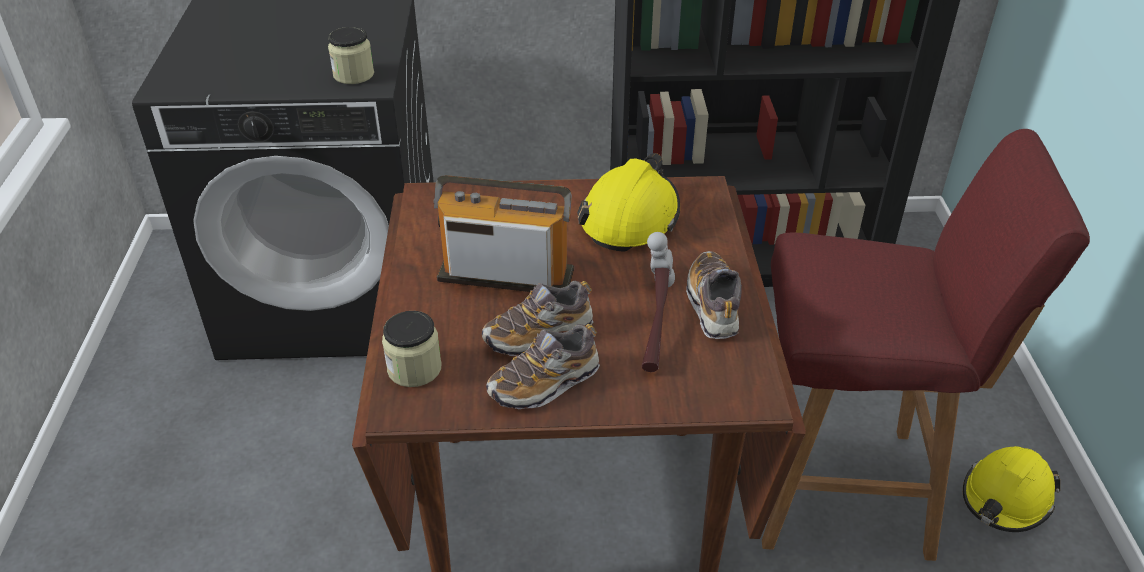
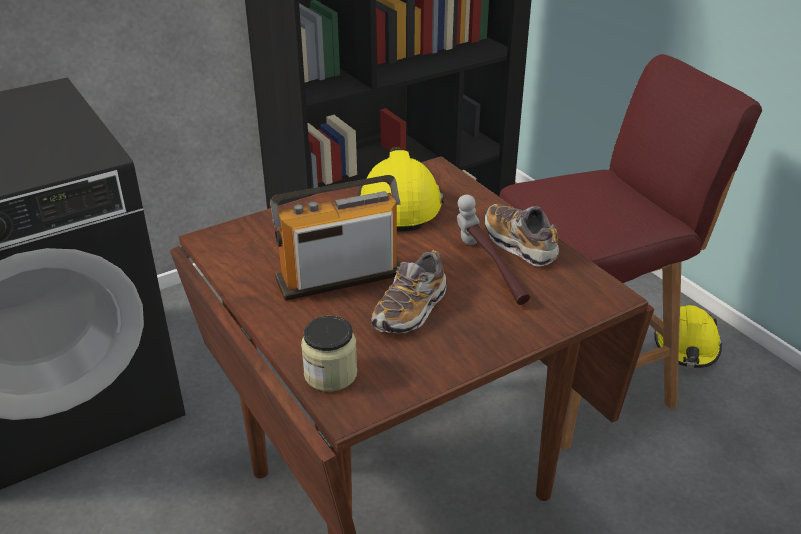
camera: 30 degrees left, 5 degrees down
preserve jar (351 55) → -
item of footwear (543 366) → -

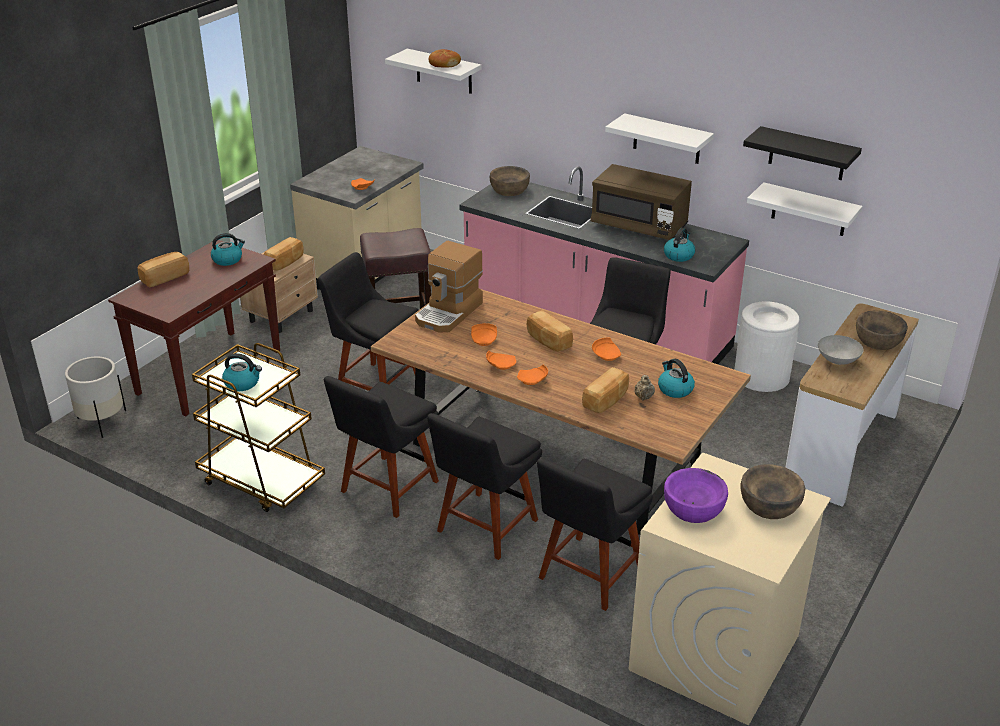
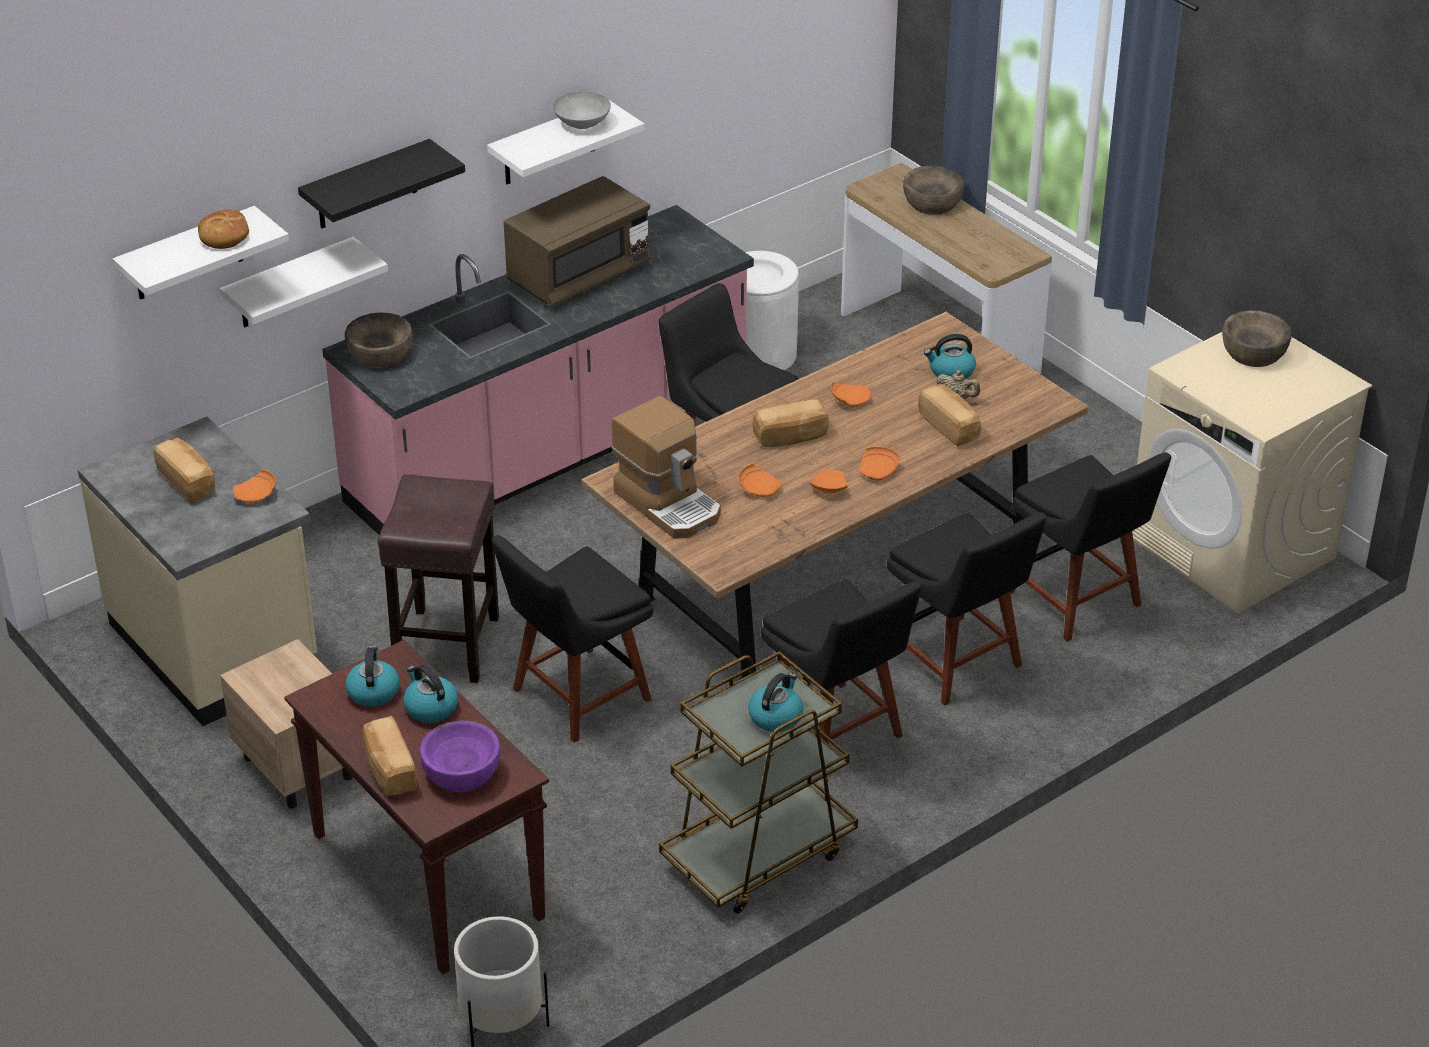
camera: 70 degrees left, 5 degrees up
black bracket shelf (802 153) → black bracket shelf (381 183), move
whitish bracket shelf (805 209) → whitish bracket shelf (304 282), move
water kettle (679 245) → water kettle (430 693), move
bakery bread (283 254) → bakery bread (184 470), move
gray deep dish (841 350) → gray deep dish (582 110), move
purple-coloured deep dish (696 495) → purple-coloured deep dish (460 756), move

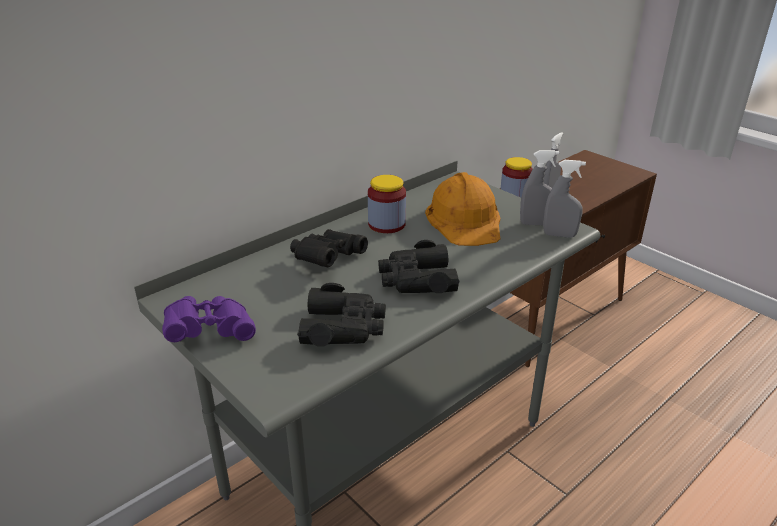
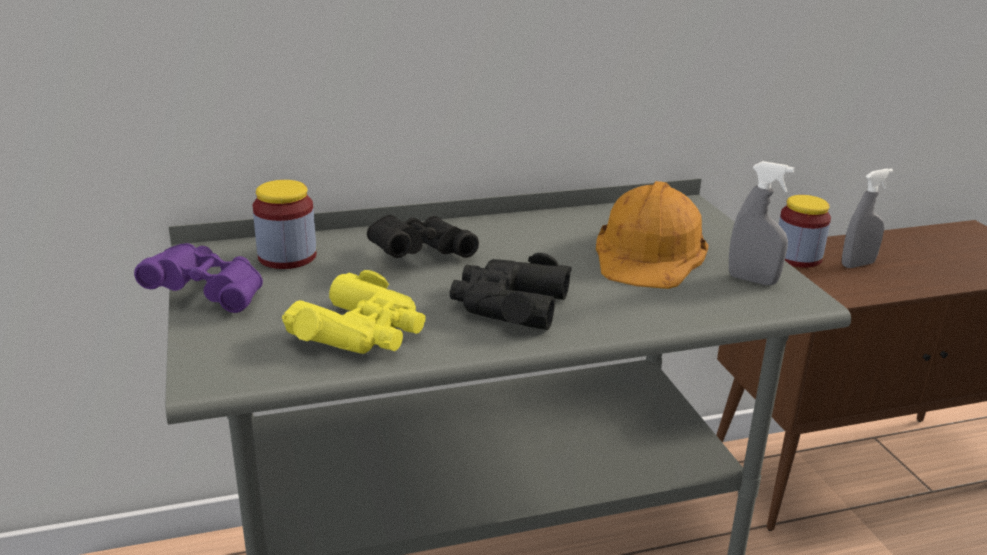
camera: 25 degrees right, 5 degrees down
gray sprayer (564 199) → -
preserve jar (387 204) → preserve jar (284 224), move
black pair of binoculars (341 315) → yellow-coloured pair of binoculars (354 312)

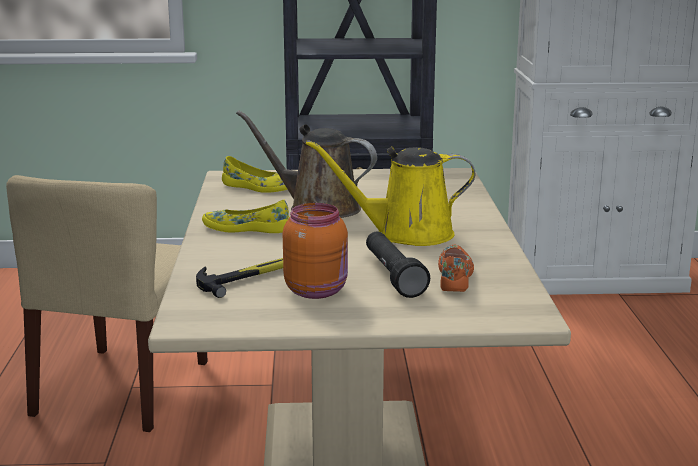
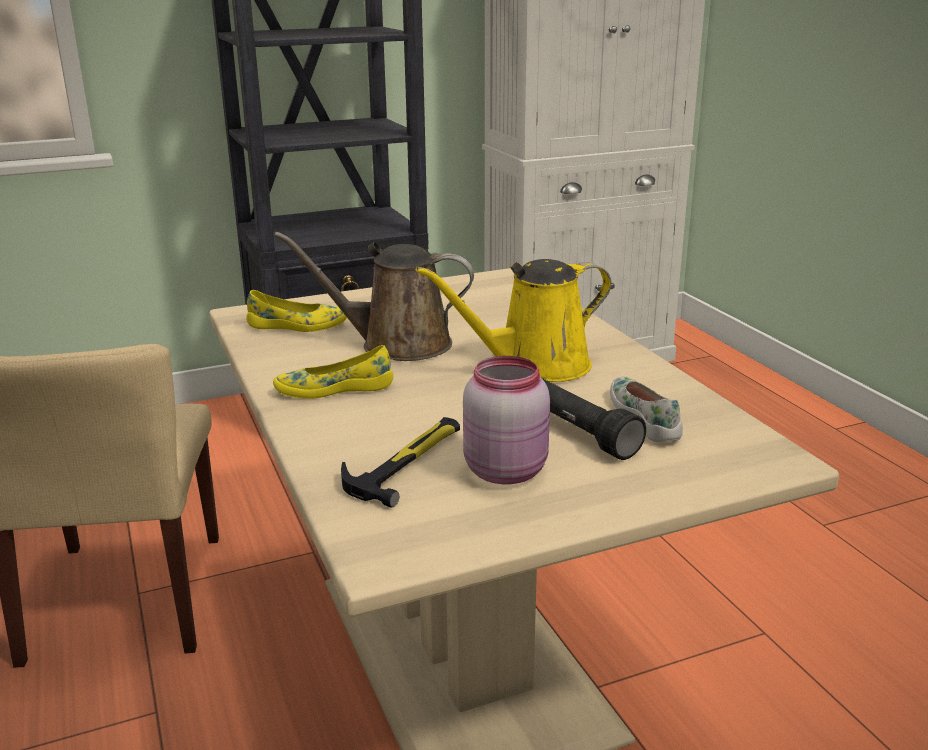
camera: 20 degrees left, 5 degrees up
orange-coloured preserve jar (315 251) → pink-coloured preserve jar (506 420)
orange-coloured item of footwear (456 268) → whitish item of footwear (646 409)

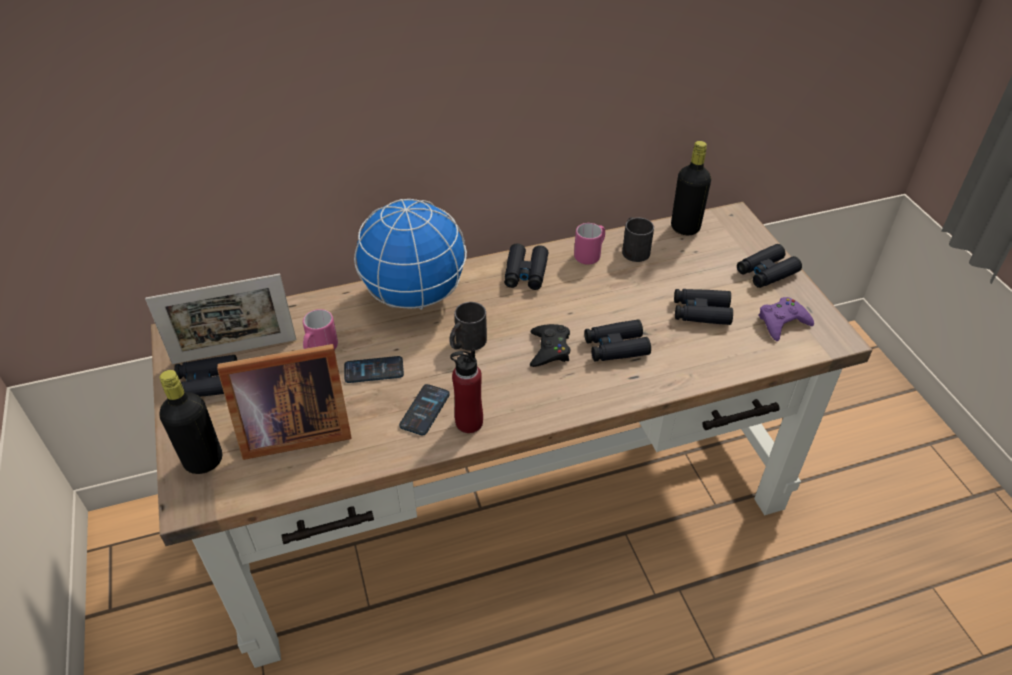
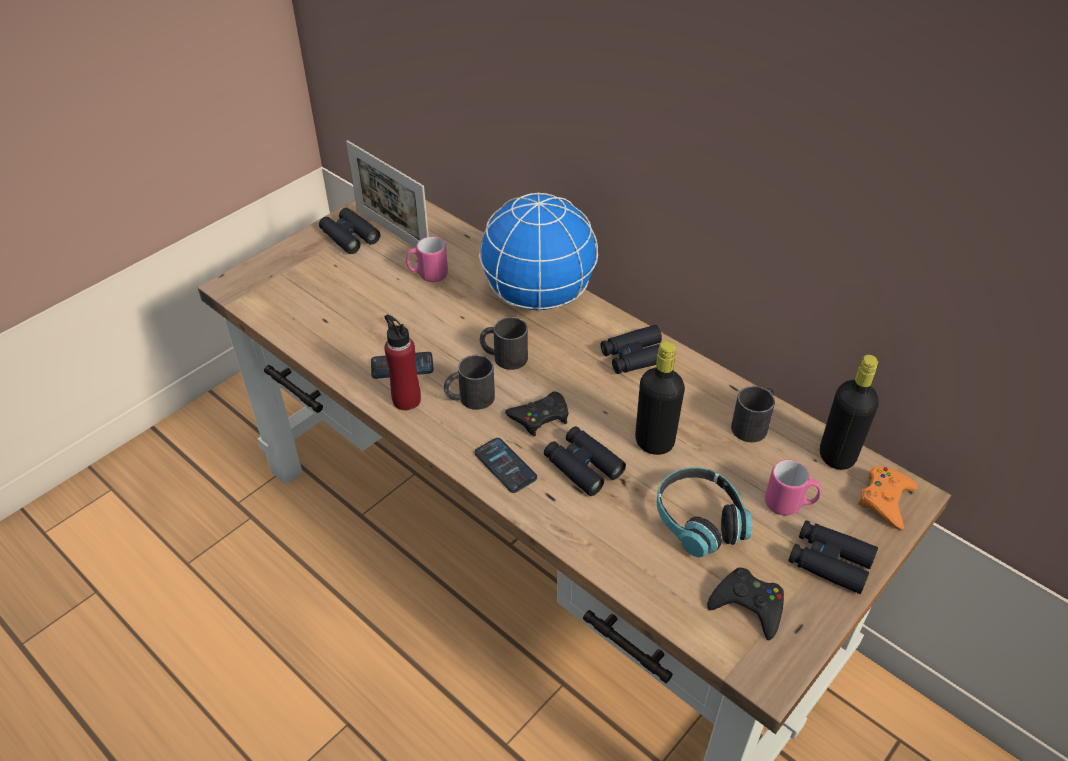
camera: 60 degrees right, 0 degrees up
pink-coloured coffee mug (589 244) → pink-coloured coffee mug (793 487), move
black pair of binoculars (703 307) → headset (704 512)
purple-coloured game controller (786 319) → black game controller (745 603)
photo frame (284 402) → -
telephone (374 369) → telephone (505 465), move
black bottle (190 422) → black bottle (660 398), move
- → black coffee mug (469 382)
- → orange-coloured game controller (888 498)

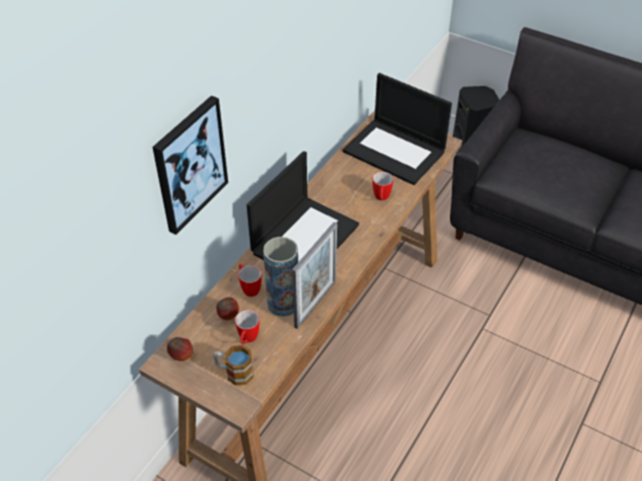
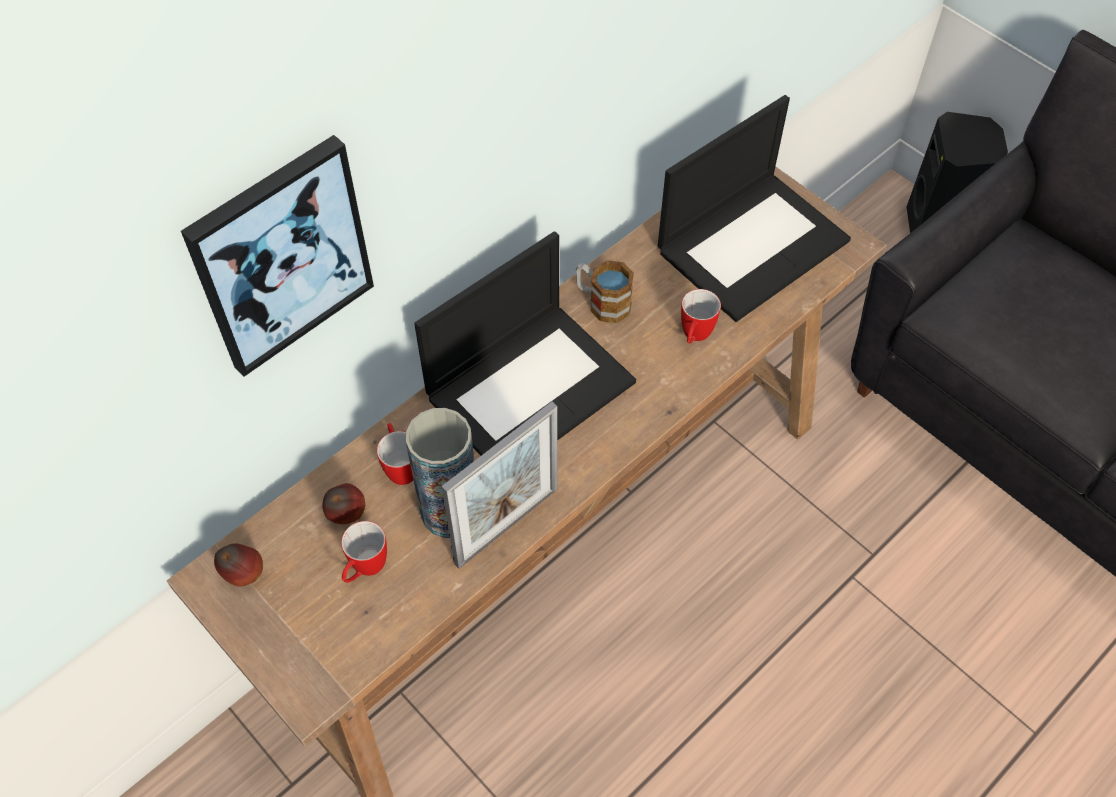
camera: 15 degrees right, 10 degrees up
portable computer (397 129) → portable computer (754 208), 90 degrees counterclockwise
coffee mug (233 365) → coffee mug (605 291), move

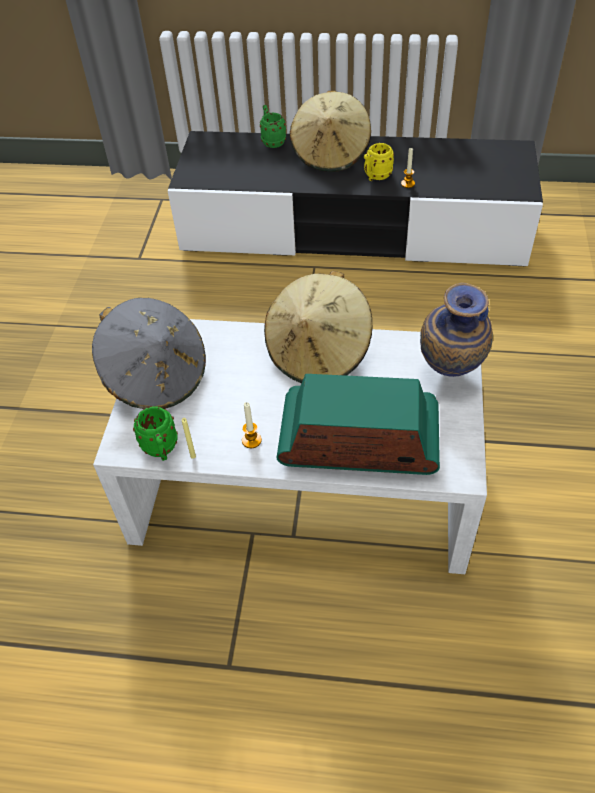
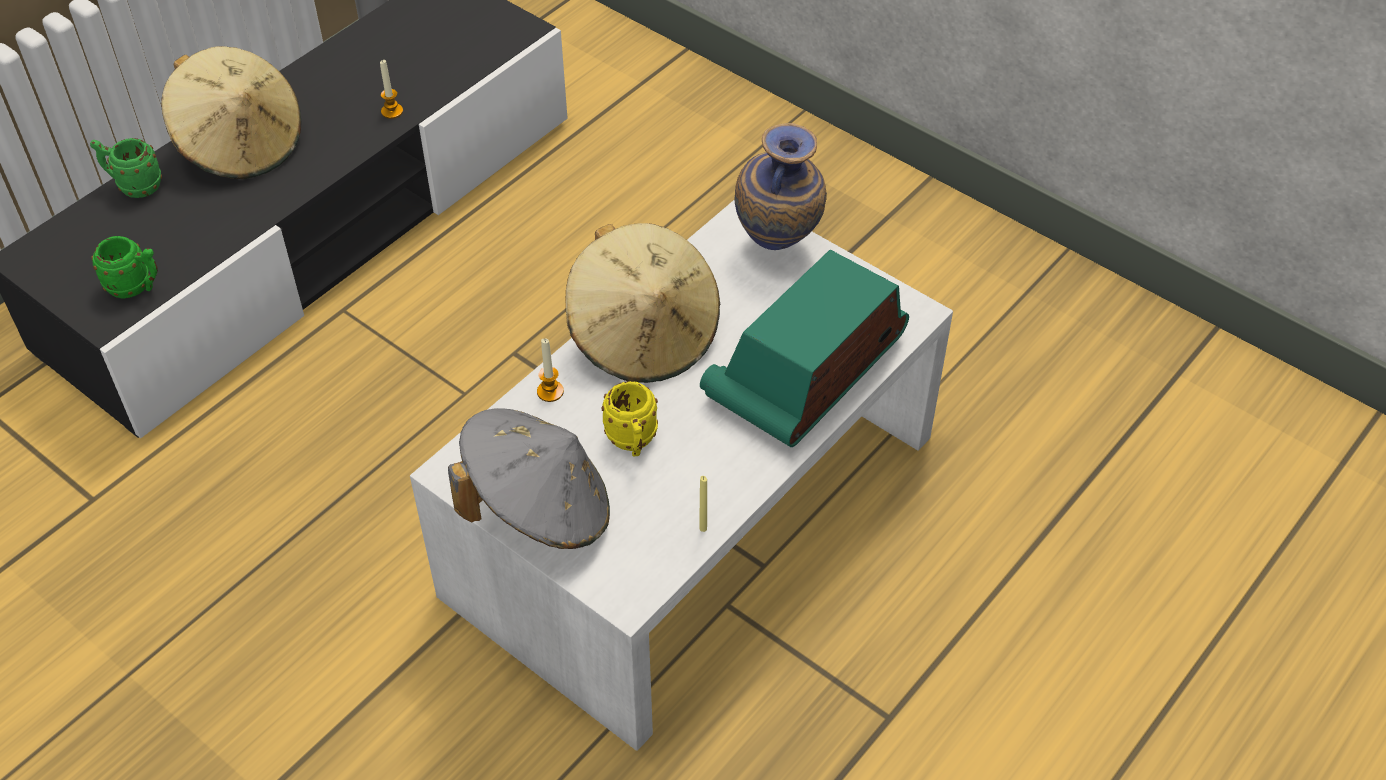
camera: 60 degrees left, 0 degrees up
yellow-coloured coffee mug (379 162) → yellow-coloured coffee mug (630 419), move
candle (252 425) → candle (550 370), move
green-coloured coffee mug (155 433) → green-coloured coffee mug (124 267), move

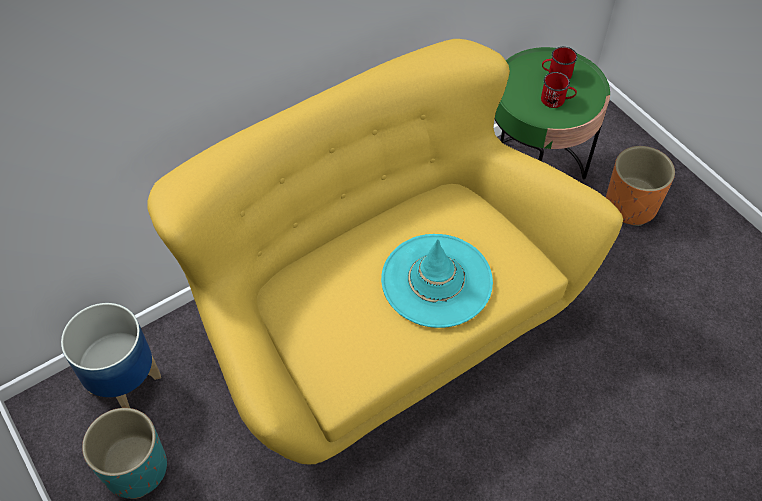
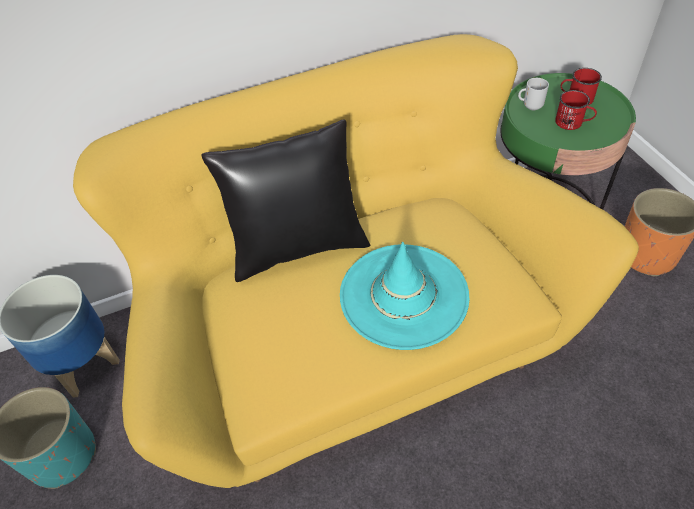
camera: 15 degrees right, 5 degrees down
- → coffee mug (533 94)
- → black cushion (285 201)

